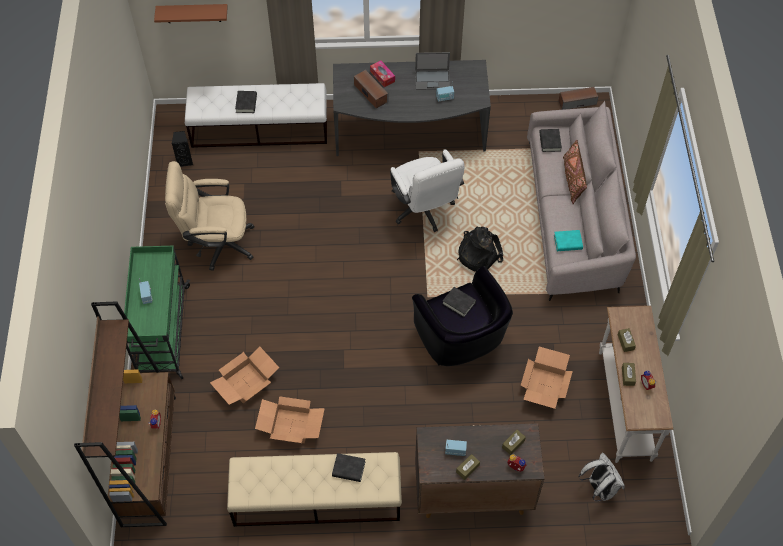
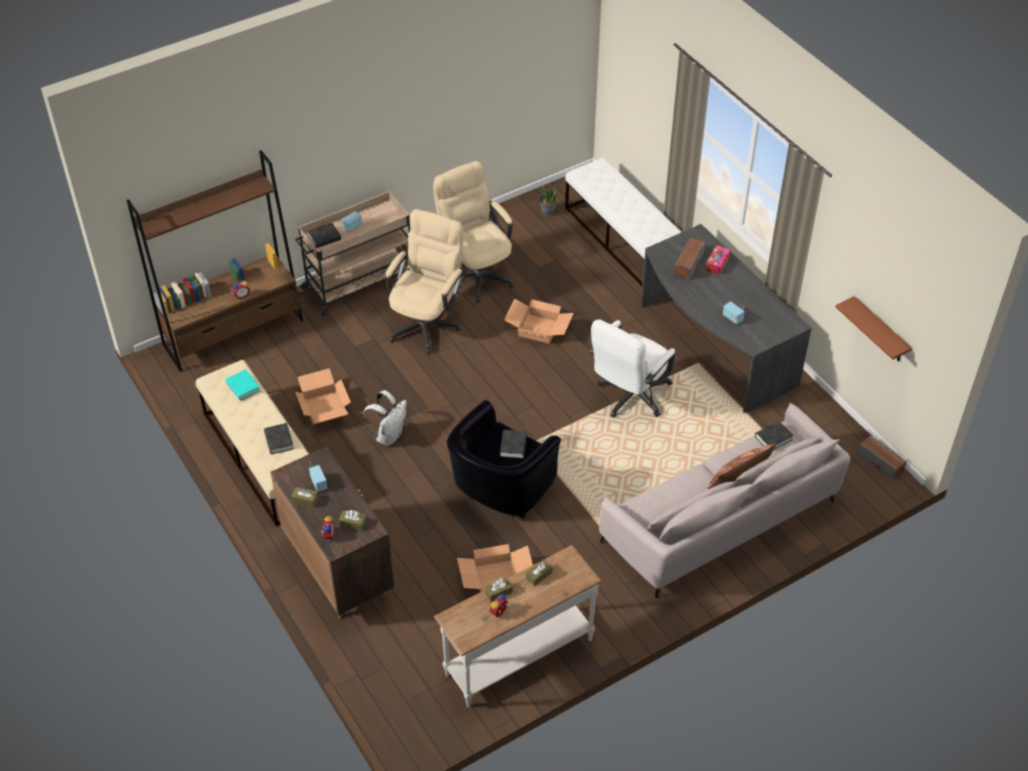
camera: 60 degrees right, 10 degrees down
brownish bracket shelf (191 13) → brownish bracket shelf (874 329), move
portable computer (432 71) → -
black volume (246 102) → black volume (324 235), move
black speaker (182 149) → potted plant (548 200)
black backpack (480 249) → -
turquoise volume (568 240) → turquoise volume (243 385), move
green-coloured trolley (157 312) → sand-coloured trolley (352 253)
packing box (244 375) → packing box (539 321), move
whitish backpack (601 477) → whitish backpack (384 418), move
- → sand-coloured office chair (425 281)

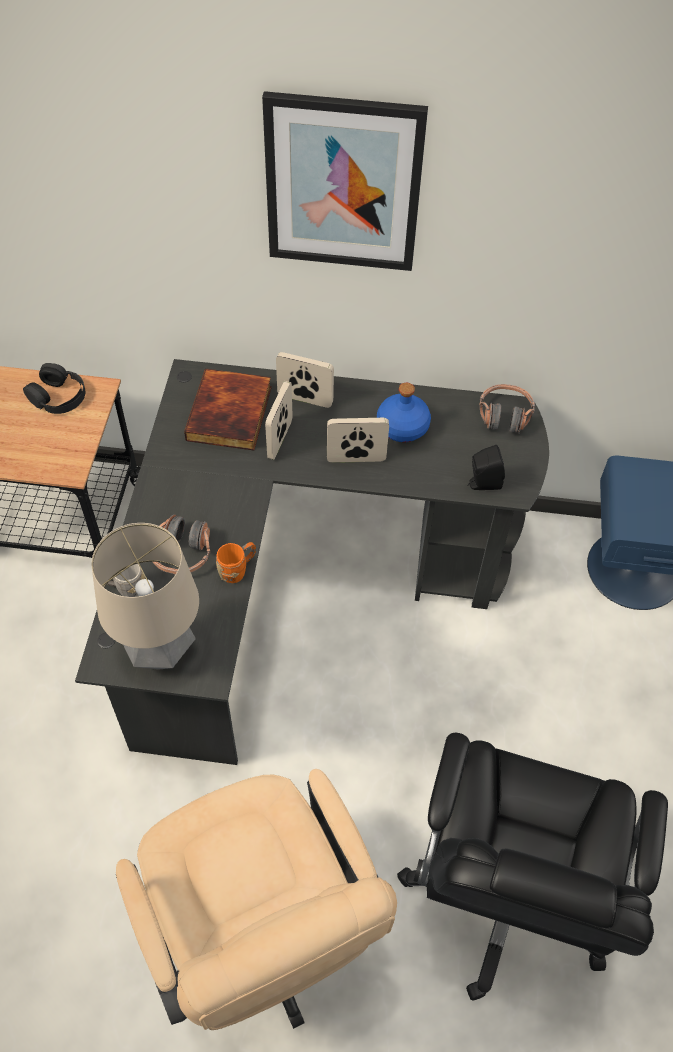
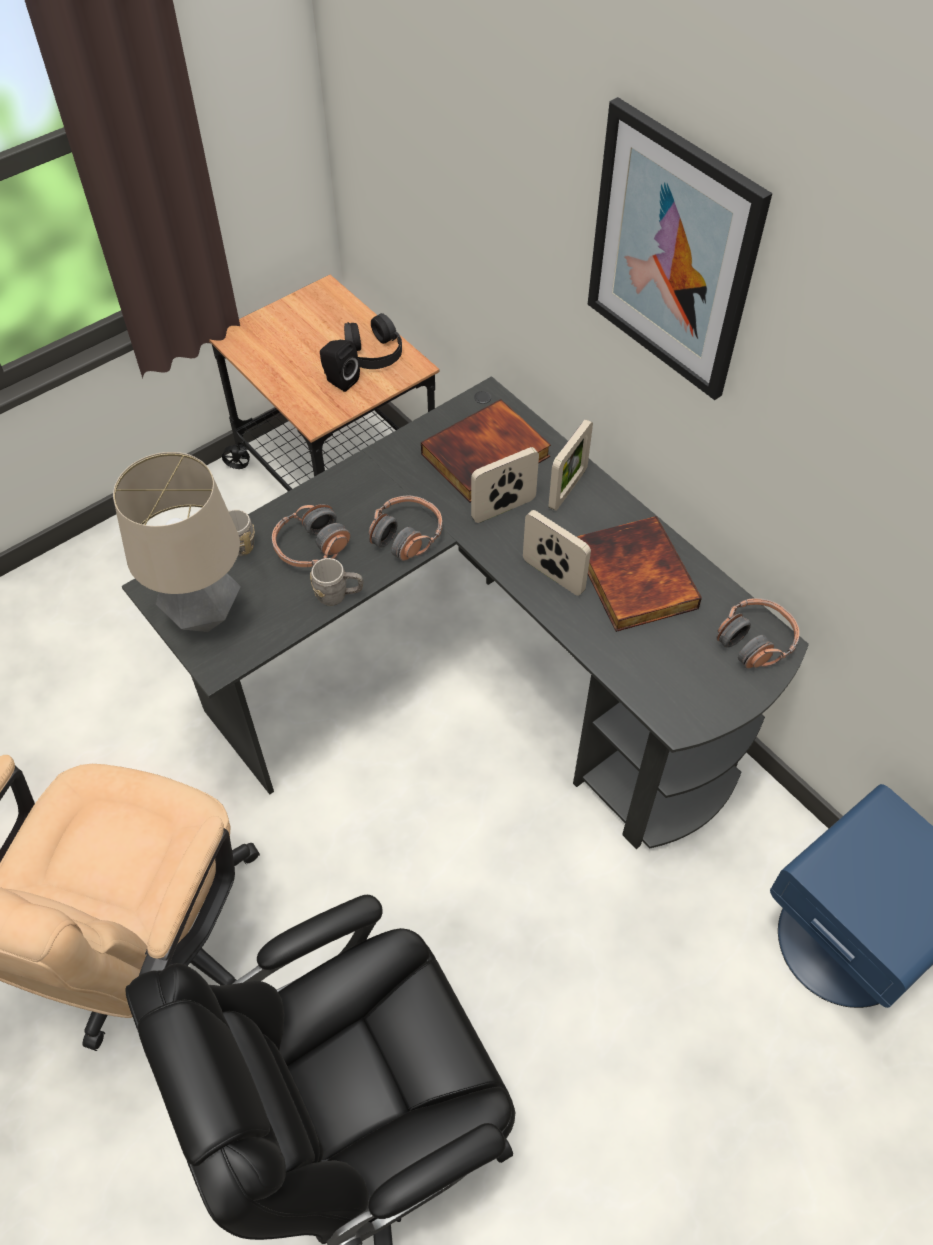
camera: 45 degrees right, 0 degrees up
photo frame (305 380) → photo frame (570 465), 60 degrees clockwise
blue-coloured bottle (404 412) → volume (639 574)
black speaker (486 467) → black speaker (340 366), move
orange-coloured coffee mug (236 562) → gray coffee mug (336 582)
- → headset (405 528)

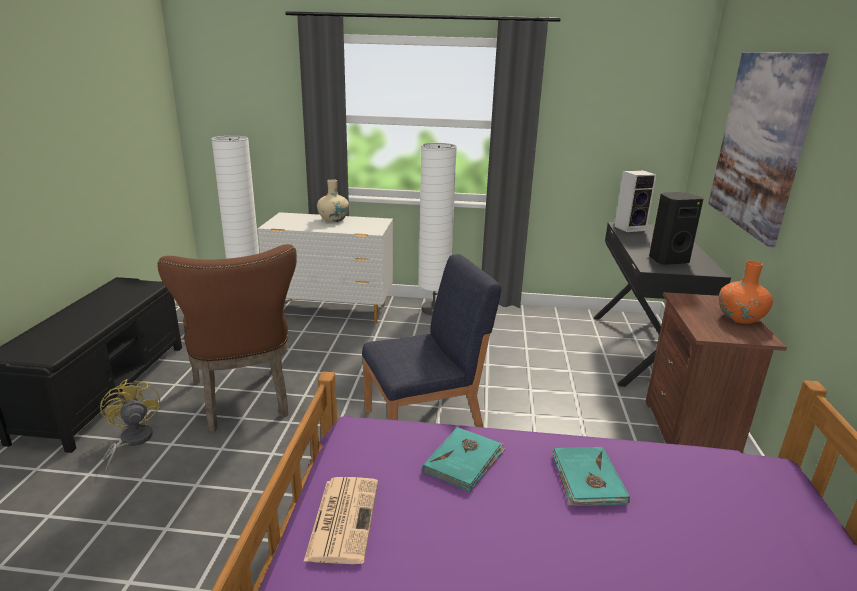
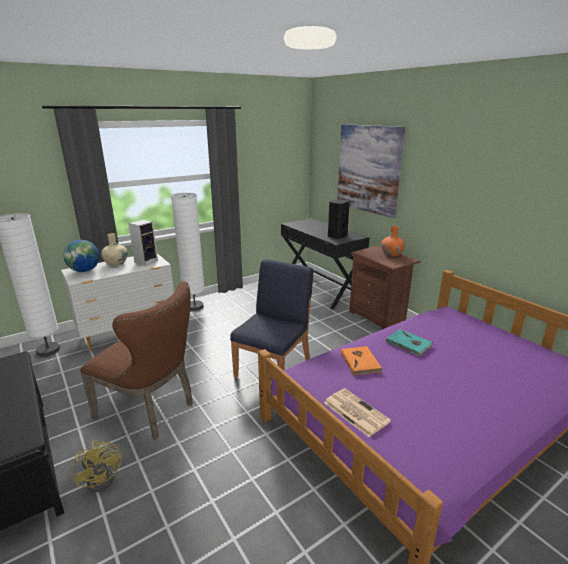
camera: 40 degrees left, 0 degrees up
speaker (636 201) → speaker (143 243), move
yellow-coloured electric fan (130 426) → yellow-coloured electric fan (96 466), 150 degrees counterclockwise
turquoise volume (463 459) → orange-coloured volume (361 360)
- → desk globe (81 256)

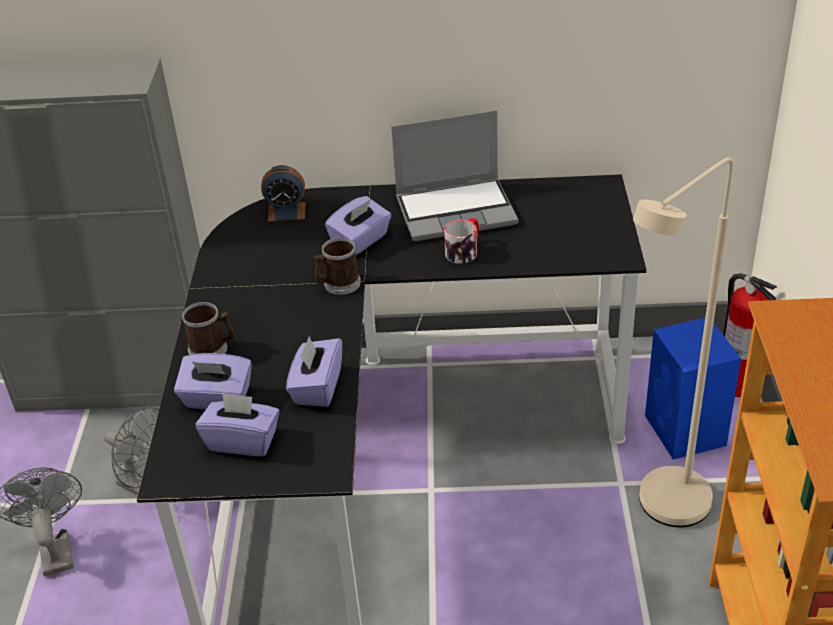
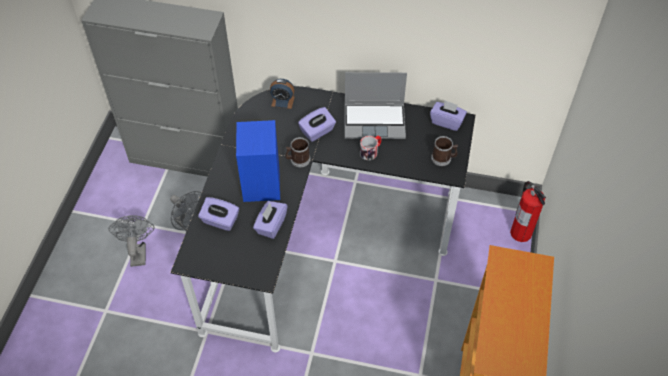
camera: 10 degrees right, 15 degrees up
sand-coloured standing lamp (683 342) → -
coffee mug (208 328) → coffee mug (444 151), move
blue-coloured speaker (693 389) → blue-coloured speaker (258 161), move
purple-coloured tissue holder (237 424) → purple-coloured tissue holder (448 115), move

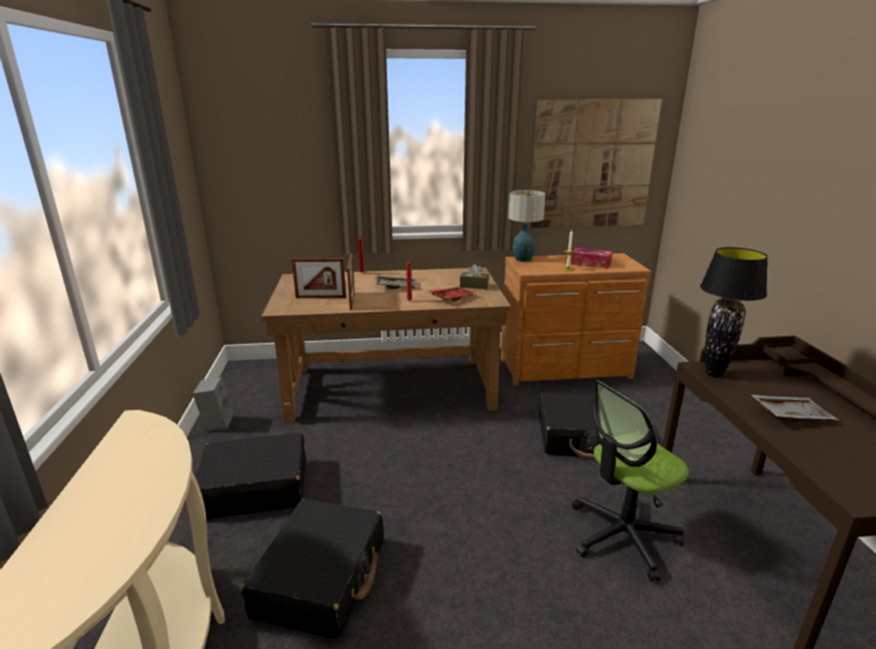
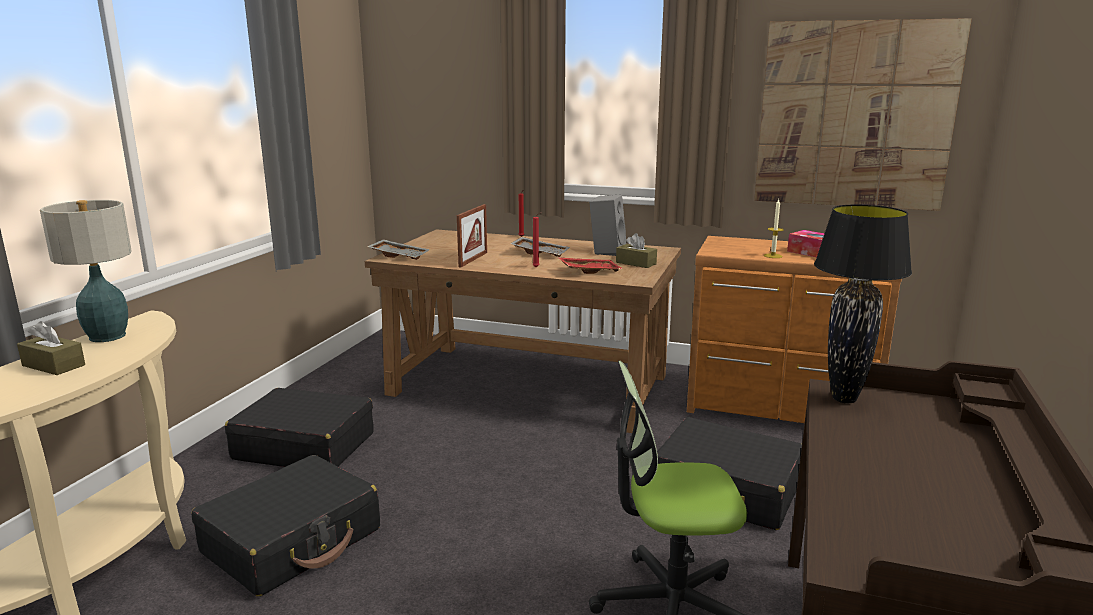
camera: 25 degrees right, 5 degrees down
table lamp (526 226) → table lamp (86 271), move
photo frame (319 278) → -
gray speaker (213 404) → gray speaker (608 225), move
gray carrying tray (795 409) → gray carrying tray (398 249), move
- → brownish tissue holder (51 348)

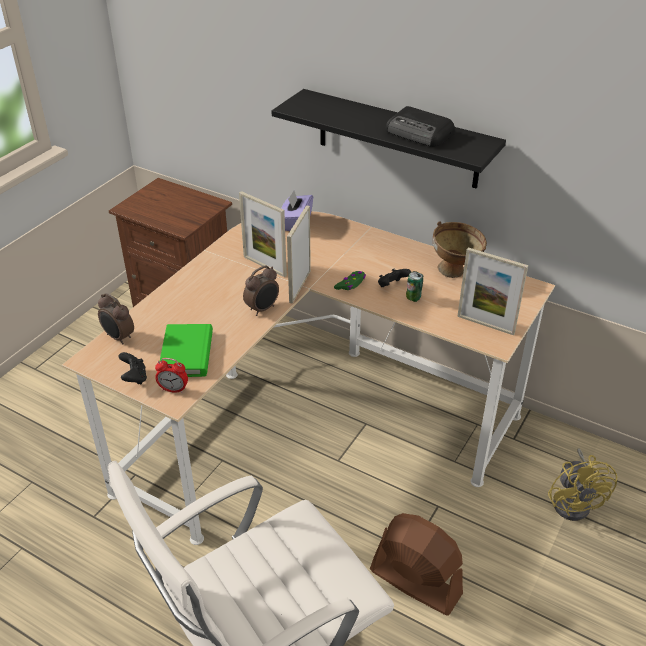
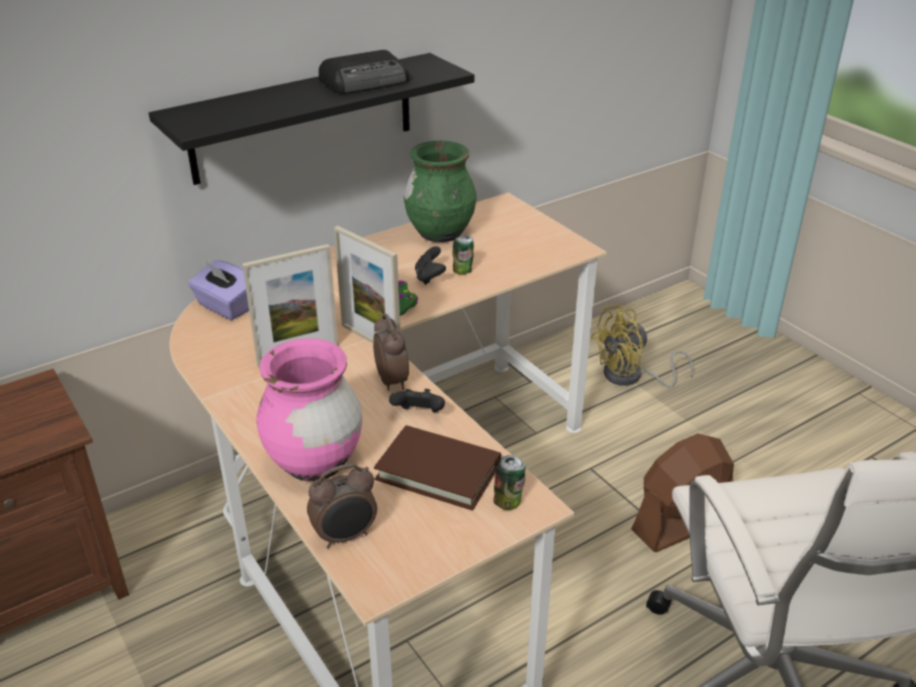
camera: 65 degrees left, 5 degrees down
brownish deep dish (460 249) → green-coloured vase (440 191)
photo frame (492 291) → -
green-coloured volume (186 350) → brownish volume (437 468)
black game controller (132 368) → black game controller (417 400), move
bedside clock (171 375) → can (509 482)
yellow-coloured electric fan (582 484) → yellow-coloured electric fan (642 346), 135 degrees clockwise
- → pink-coloured vase (309 409)

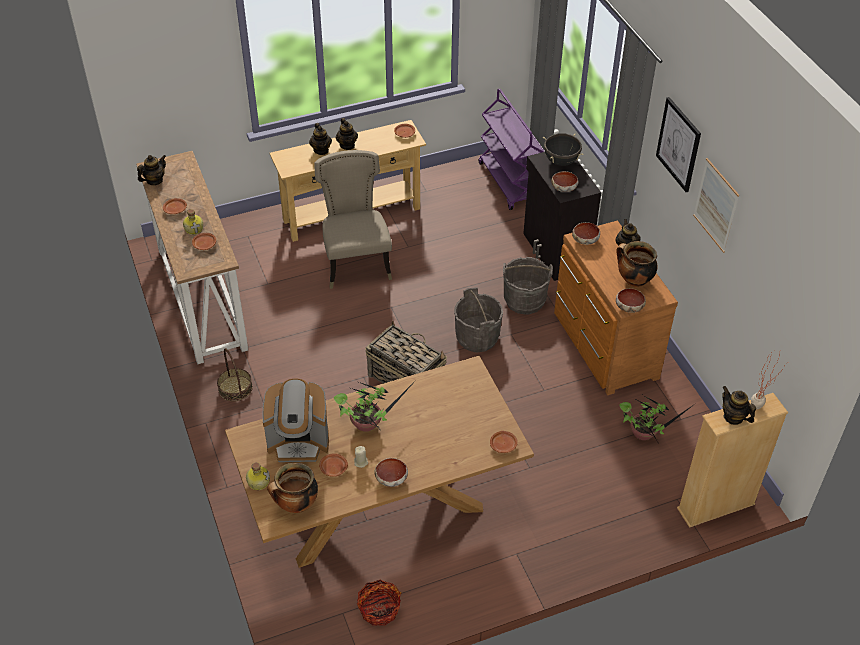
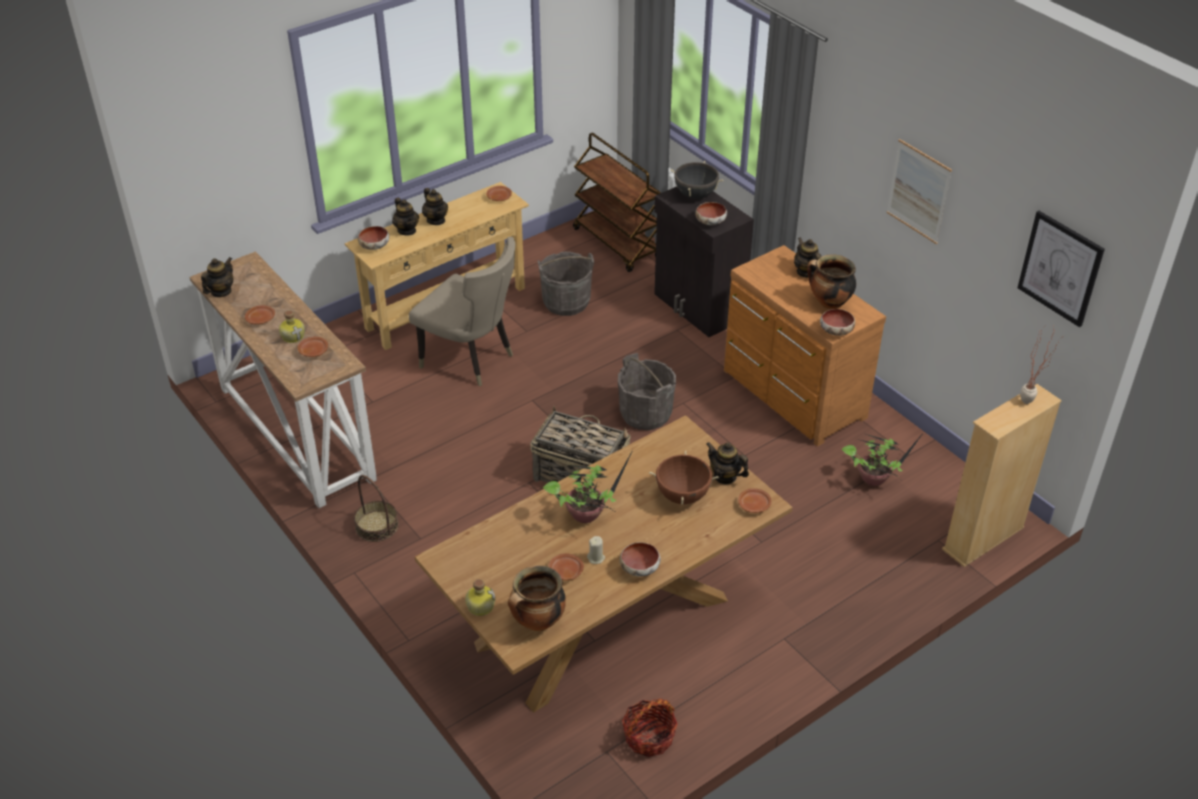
camera: 15 degrees left, 5 degrees down
purple-coloured trolley (512 149) → brownish trolley (617 202)
picture (678 144) → picture (1061 269), move
sand-coloured upright chair (353 219) → sand-coloured upright chair (462 311), 150 degrees clockwise
deep dish (586 233) → deep dish (373 238), move
gray bucket (528 286) → gray bucket (566 284), move
coffee brewer (296 420) → -
tea pot (739 405) → tea pot (727 463), move
- → brownish cooking pot (684 477)

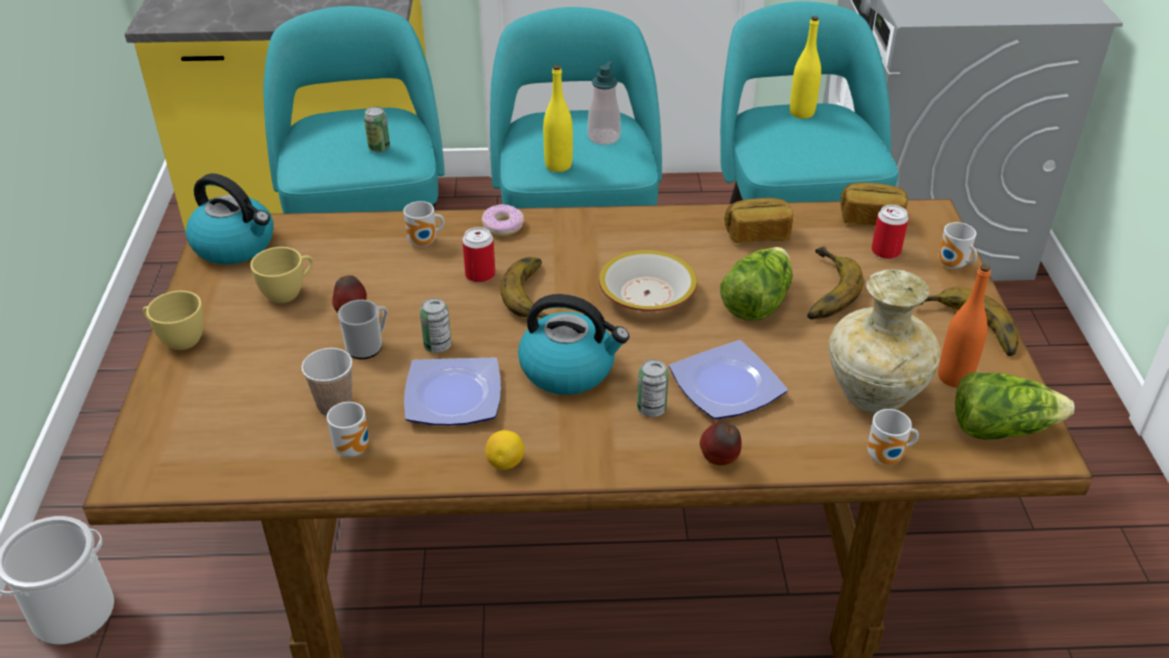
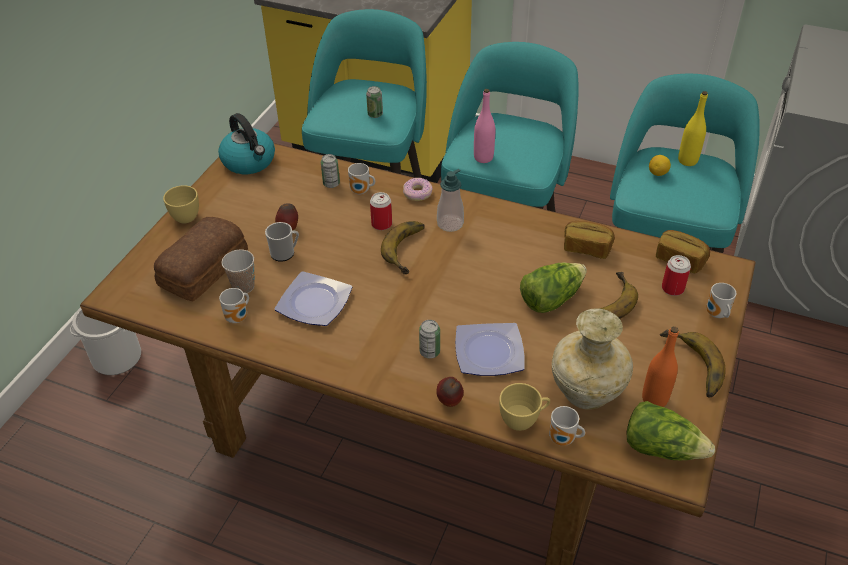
camera: 25 degrees right, 5 degrees up
soap dispenser (604 103) → soap dispenser (450 200), move
yellow-coloured bottle (558 118) → pink-coloured bottle (484 126)
yellow-coloured small cup (281 275) → yellow-coloured small cup (524 407), move
deep dish (648 281) → -
water kettle (573 344) → -
can (435 325) → can (330 171), move
whole lemon (505 450) → whole lemon (660 165), move
- → bakery bread (201 259)

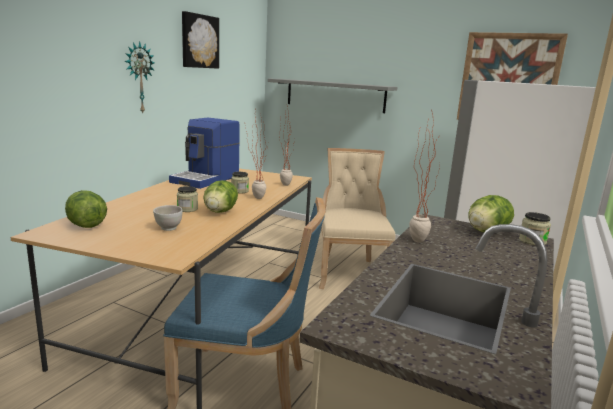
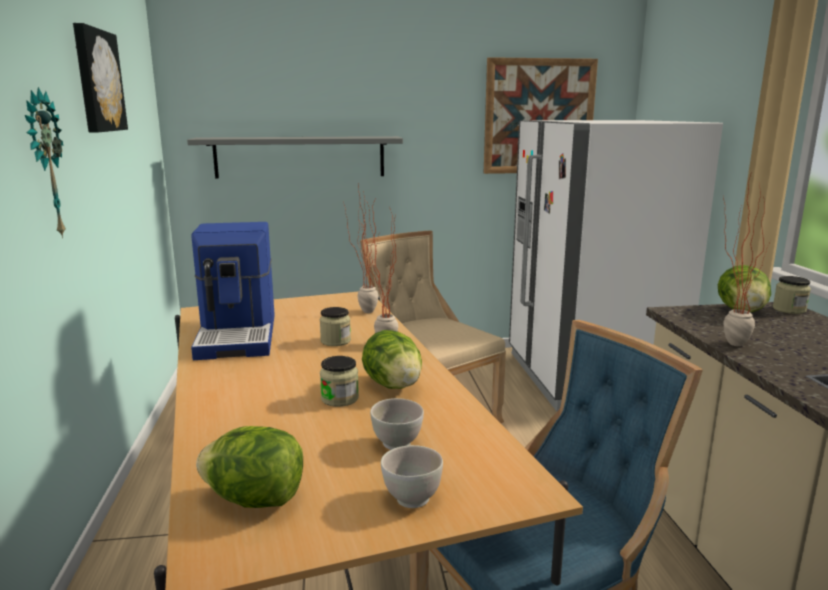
camera: 35 degrees left, 0 degrees up
- → whitish deep dish (412 476)

